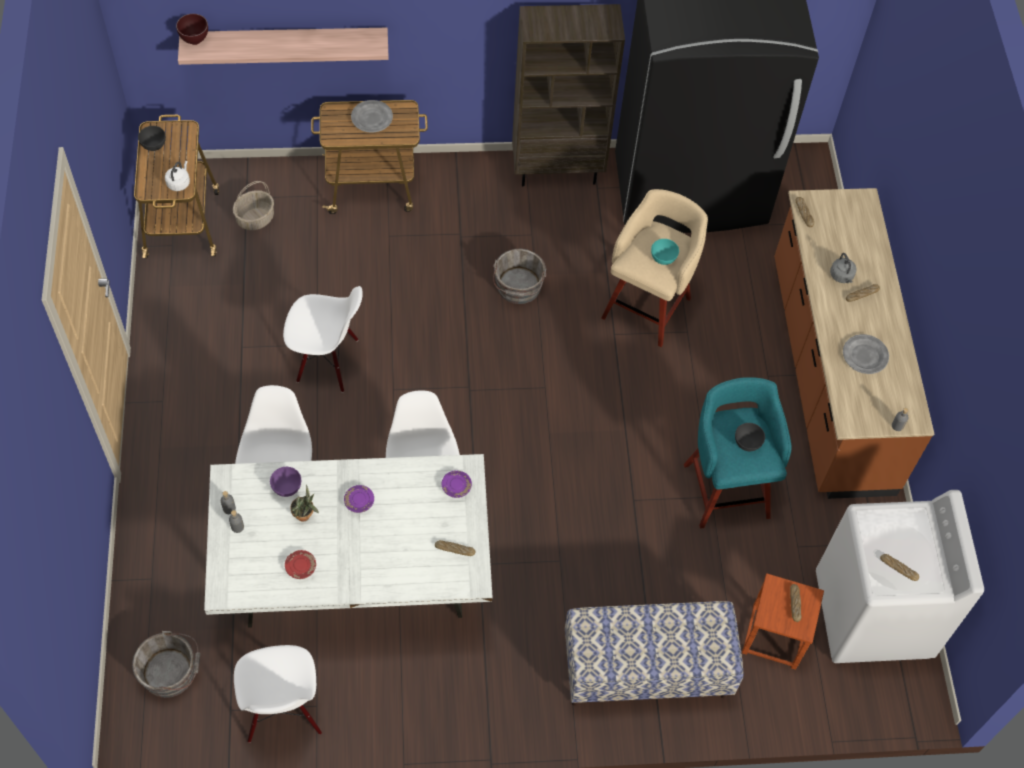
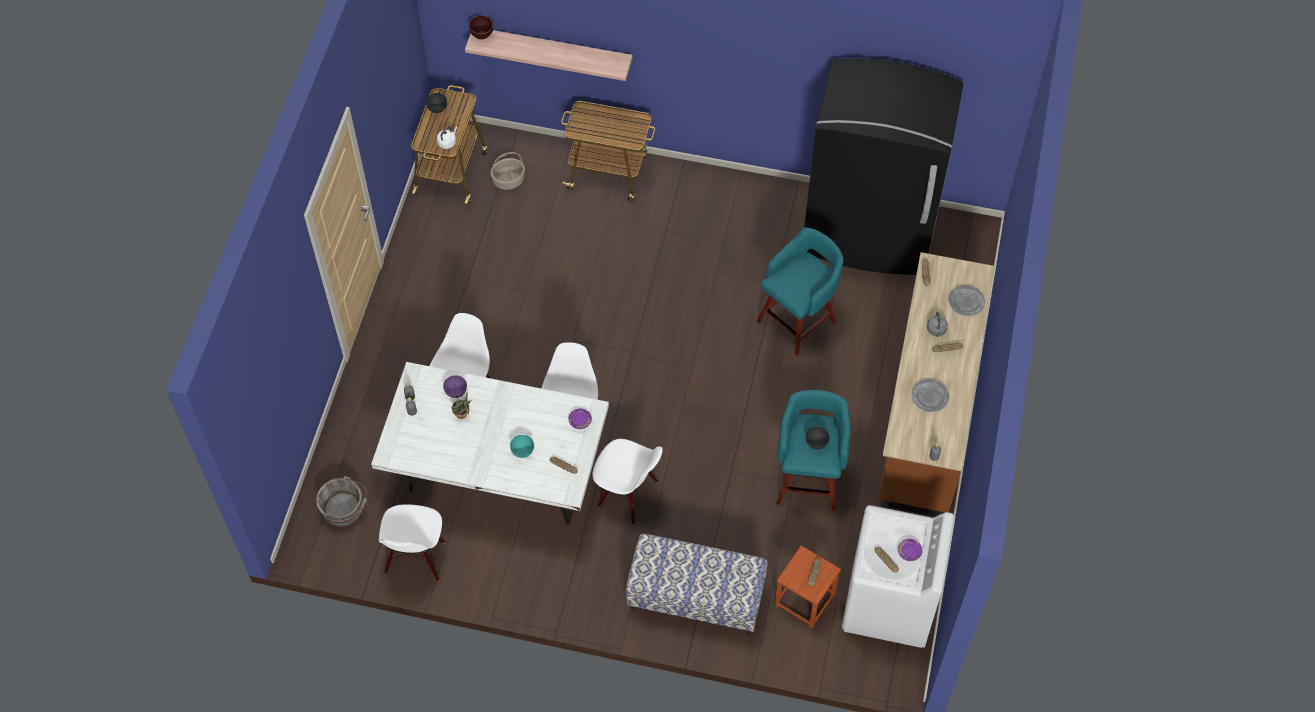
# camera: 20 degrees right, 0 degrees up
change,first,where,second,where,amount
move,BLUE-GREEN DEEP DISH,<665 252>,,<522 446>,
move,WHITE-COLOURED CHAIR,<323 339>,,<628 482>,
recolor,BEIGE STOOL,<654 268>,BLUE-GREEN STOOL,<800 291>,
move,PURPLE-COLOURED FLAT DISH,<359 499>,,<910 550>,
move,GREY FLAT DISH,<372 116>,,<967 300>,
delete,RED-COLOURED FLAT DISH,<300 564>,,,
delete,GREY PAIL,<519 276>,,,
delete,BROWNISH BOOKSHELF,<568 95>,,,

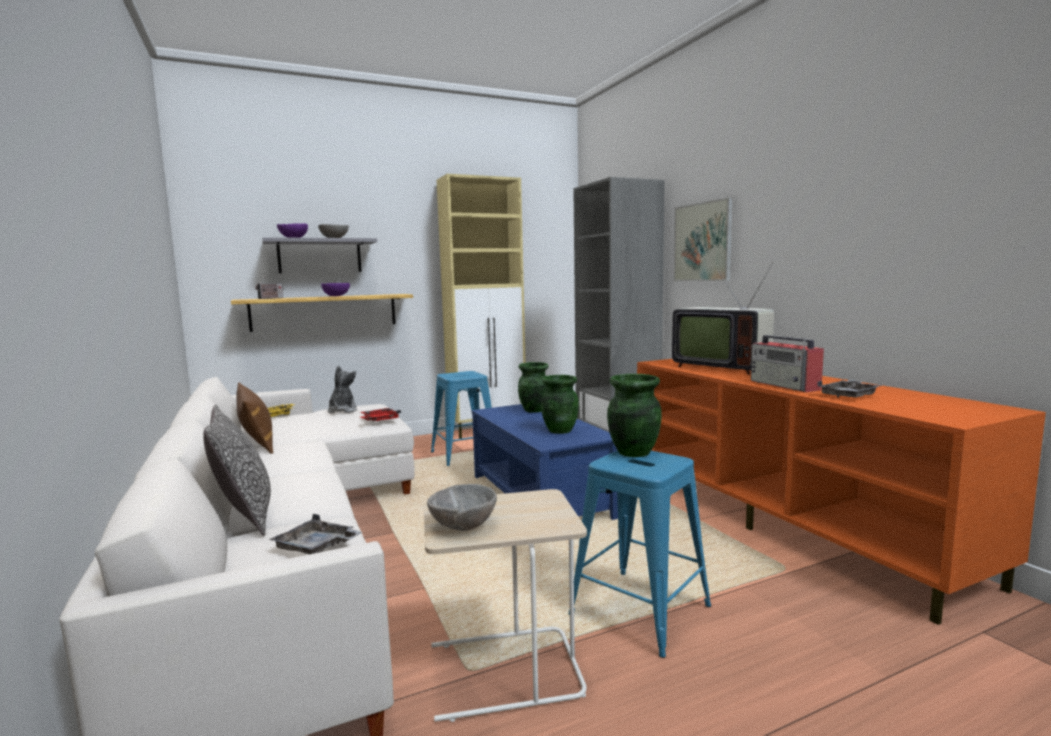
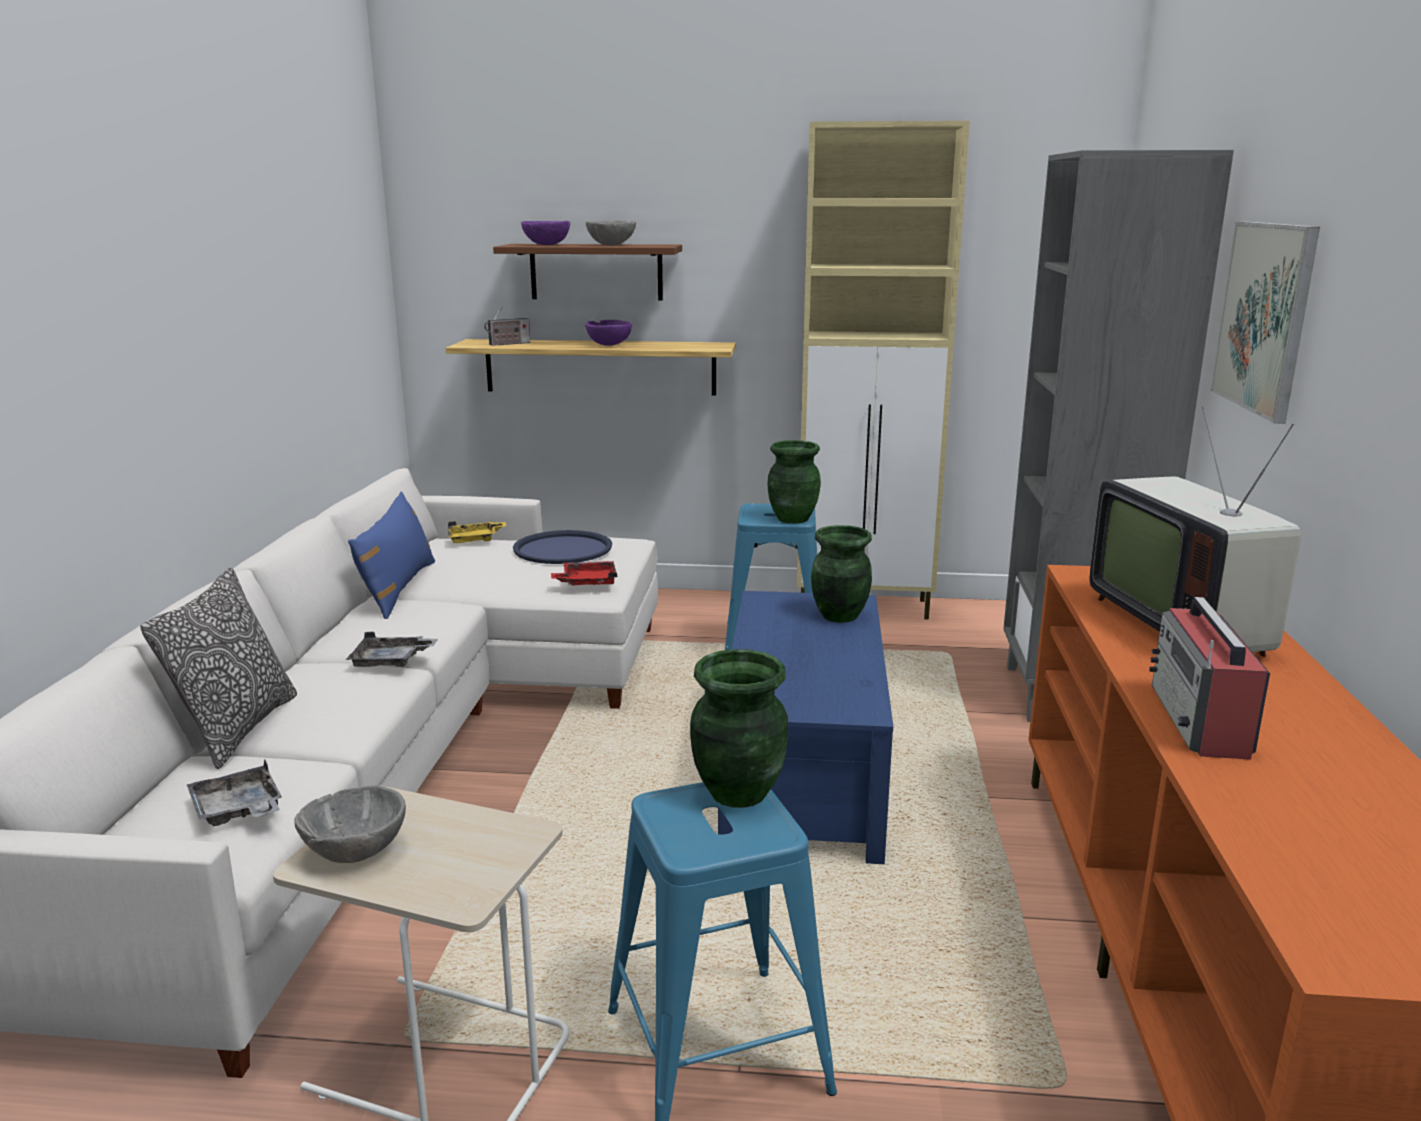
# camera: 30 degrees right, 10 degrees up
change,first,where,second,where,amount
move,GREY CARRYING TRAY,<849 389>,,<392 649>,
recolor,BROWNISH THROW PILLOW,<254 418>,BLUISH THROW PILLOW,<391 555>,
recolor,GREY SHELF,<320 255>,BROWNISH SHELF,<587 272>,
replace,CUDDLY TOY,<342 389>,BLUISH CARRYING TRAY,<562 547>,
move,GREENISH DECORATIVE VASE,<560 404>,,<794 482>,

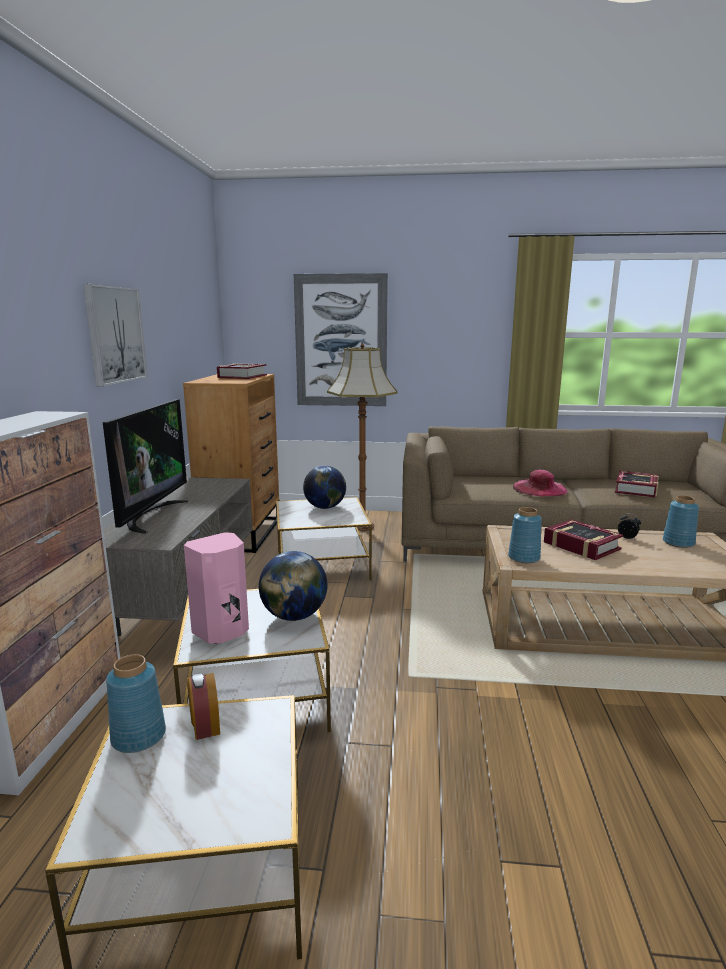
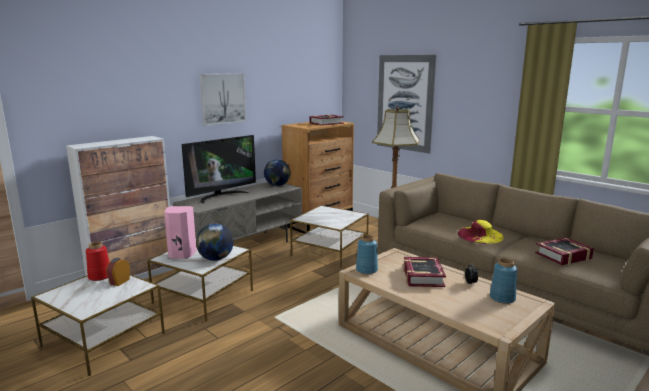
# camera: 40 degrees right, 0 degrees up
change,first,where,second,where,amount
recolor,BLUISH DECORATIVE VASE,<136 703>,RED-COLOURED DECORATIVE VASE,<97 261>,
move,GLOBE,<324 487>,,<277 172>,
recolor,PINK CLOTHING HAT,<540 483>,YELLOW CLOTHING HAT,<481 232>,

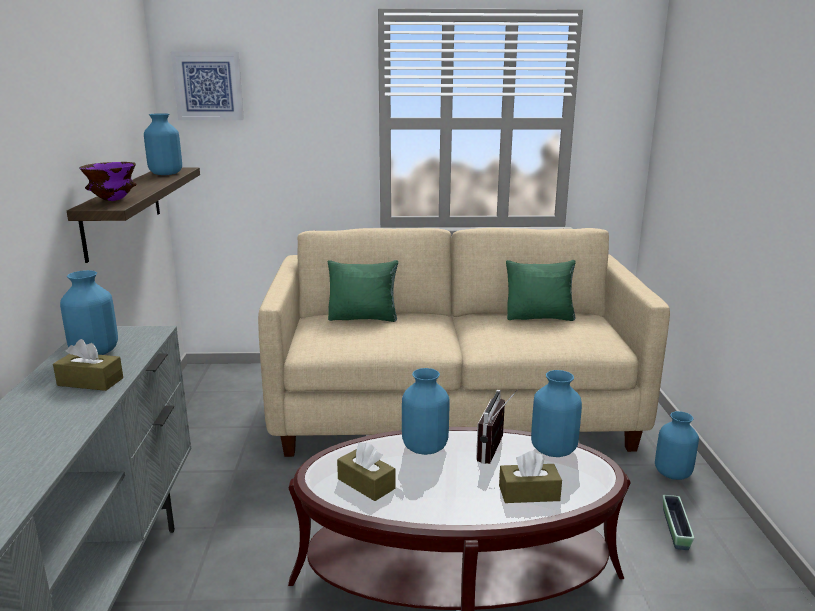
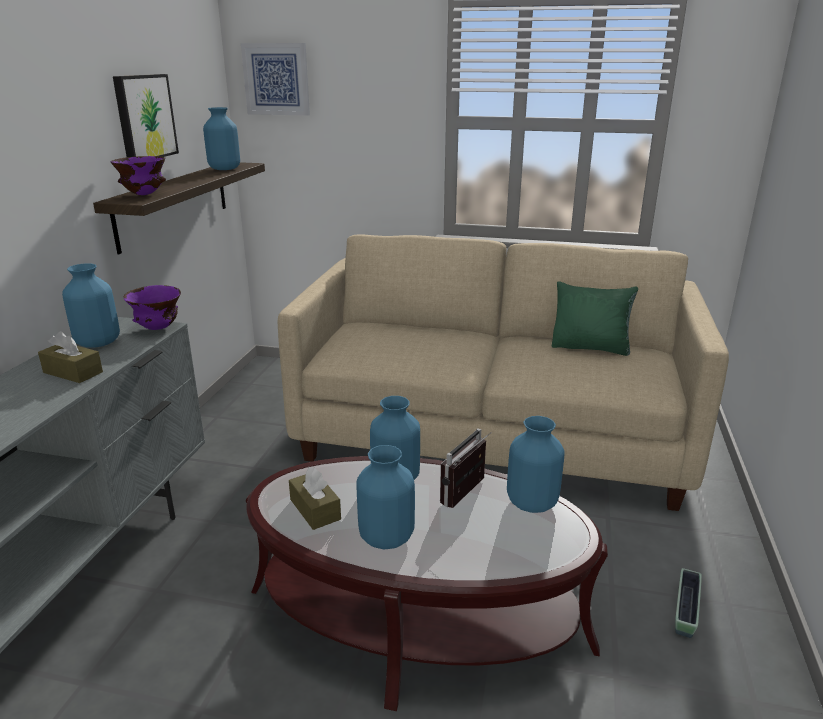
# camera: 15 degrees right, 5 degrees up
change,first,where,second,where,amount
insert,,,PICTURE,<146 115>,
insert,,,PURPLE-COLOURED DEEP DISH,<152 307>,
move,BLUISH DECORATIVE VASE,<677 445>,,<385 497>,
delete,GREENISH THROW PILLOW,<363 291>,,,
delete,BROWNISH BOX OF TISSUES,<530 477>,,,

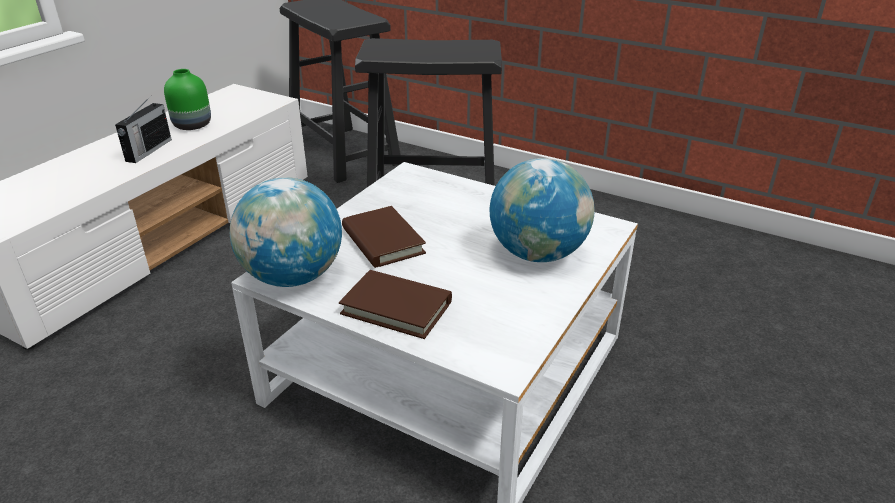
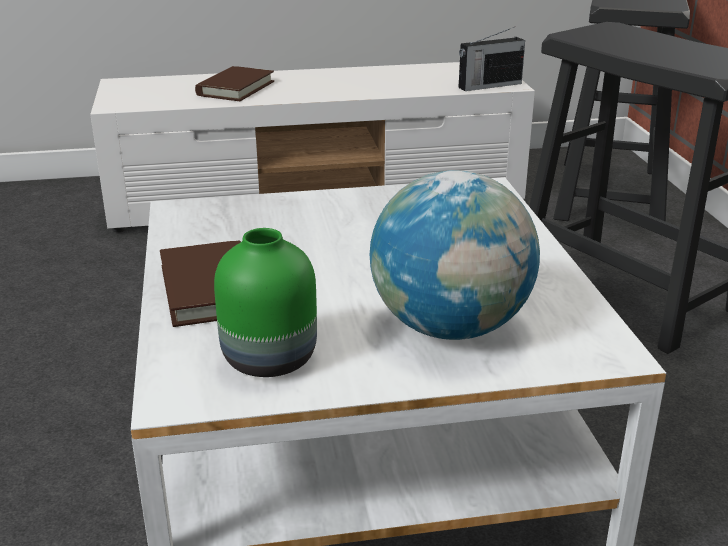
# camera: 50 degrees right, 5 degrees down
change,first,where,second,where,amount
move,BROWNISH VOLUME,<384 237>,,<234 83>,
move,GREENISH DECORATIVE VASE,<187 99>,,<265 302>,
move,RADIO RECEIVER,<143 129>,,<491 59>,
delete,GLOBE,<286 232>,,,

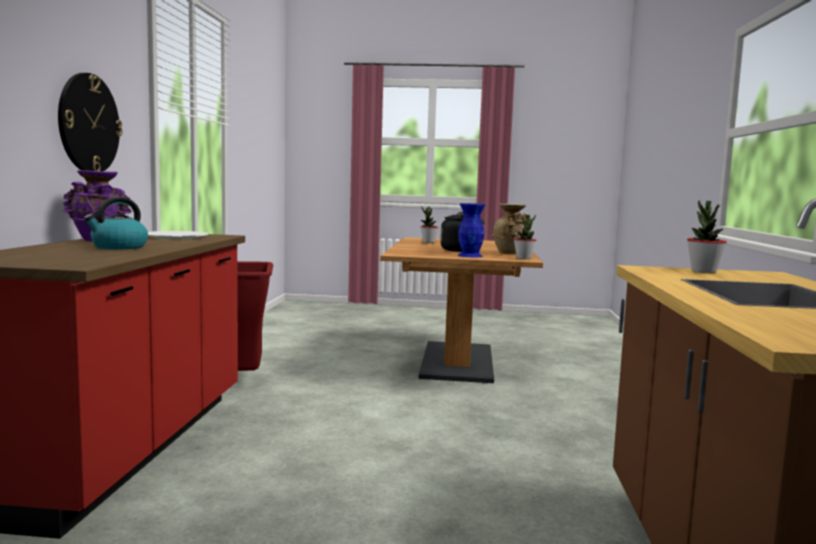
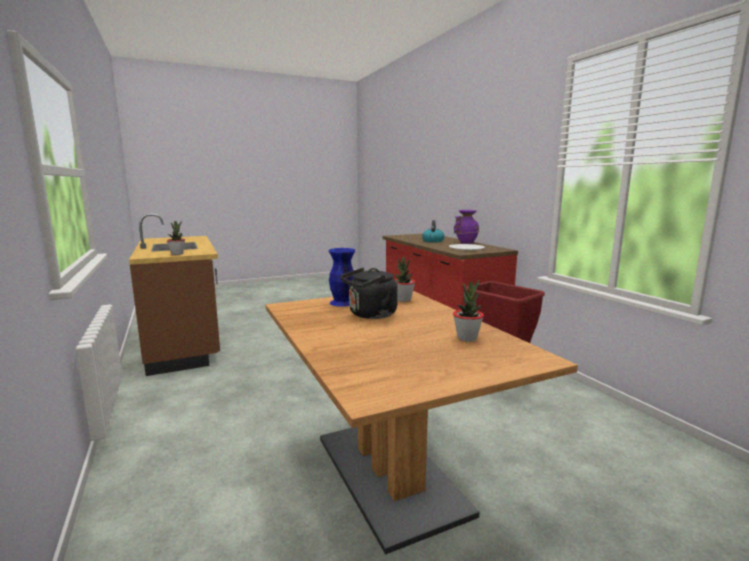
# camera: 150 degrees right, 5 degrees up
change,first,where,second,where,amount
move,PLANT IN A POT,<525 237>,,<405 279>,
delete,WALL CLOCK,<90 122>,,,
delete,BEIGE DECORATIVE VASE,<511 229>,,,

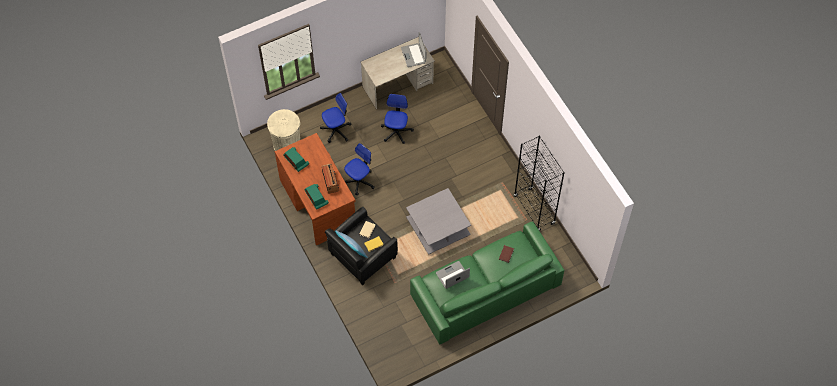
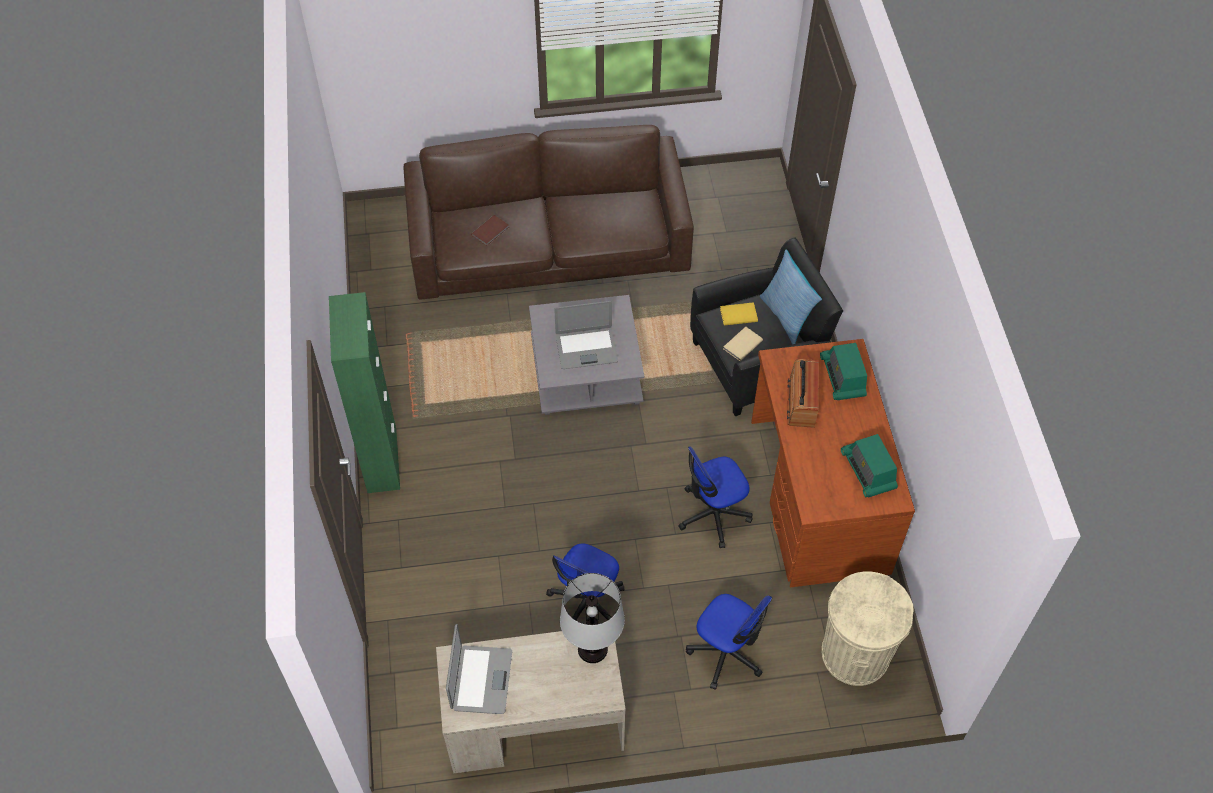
# camera: 160 degrees left, 5 degrees down
change,first,where,second,where,amount
insert,,,GREENISH STORAGE CABINET,<364 392>,
recolor,GREENISH SOFA,<487 282>,BROWNISH SOFA,<548 212>,
move,LAPTOP,<453 275>,,<586 335>,
insert,,,TABLE LAMP,<592 618>,
rotate,COMPUTER CHAIR,<335 118>,,<729 642>,135 degrees counterclockwise
delete,BLACK BOOKSHELF,<539 183>,,,

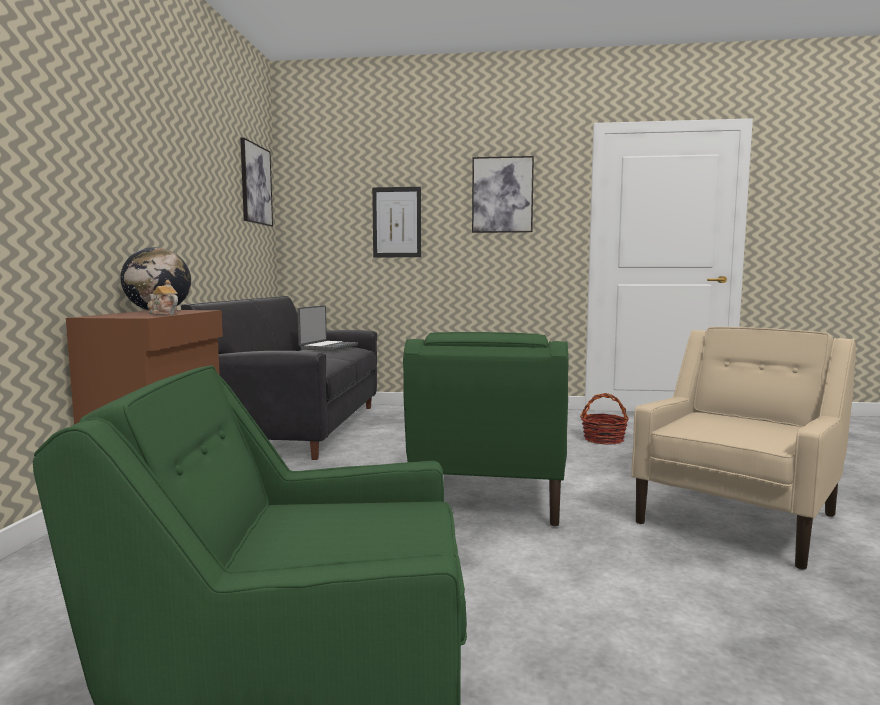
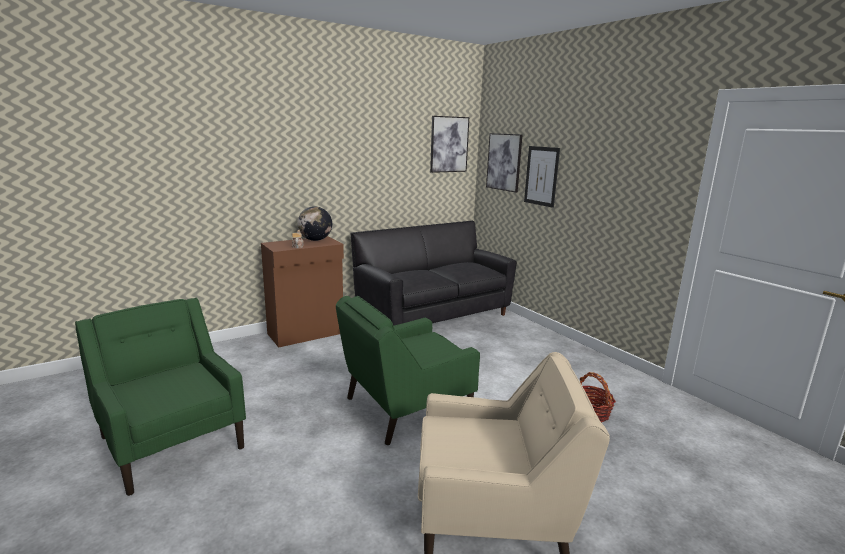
# camera: 50 degrees right, 10 degrees up
change,first,where,second,where,amount
move,PICTURE,<503 194>,,<504 162>,
delete,LAPTOP,<328 328>,,,

